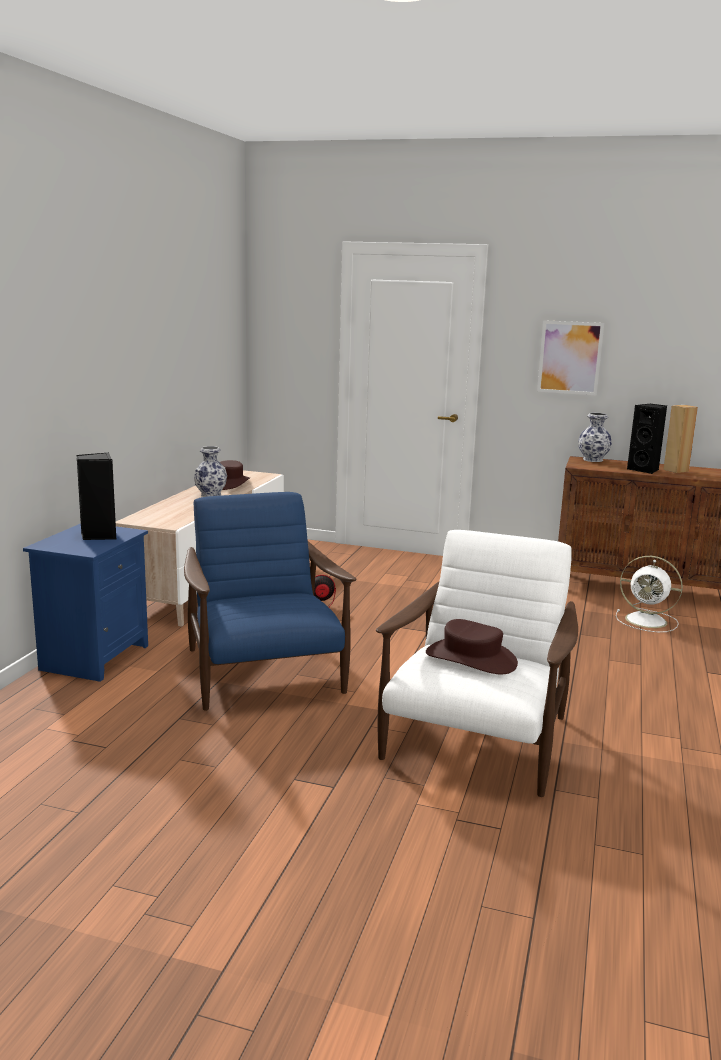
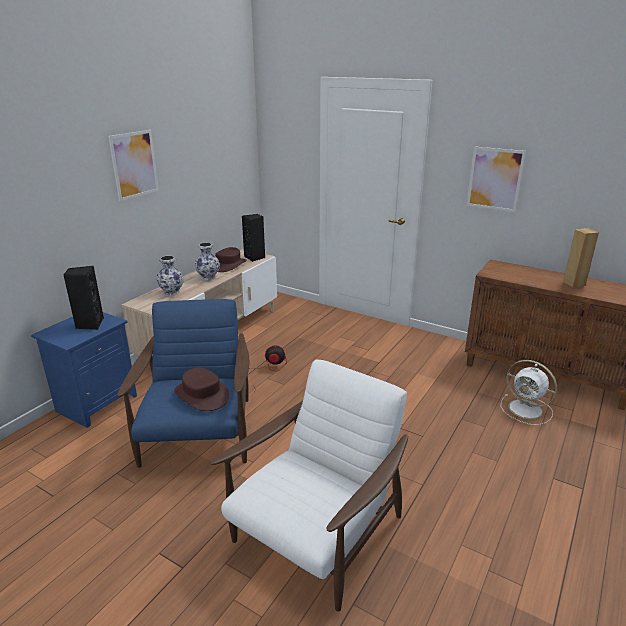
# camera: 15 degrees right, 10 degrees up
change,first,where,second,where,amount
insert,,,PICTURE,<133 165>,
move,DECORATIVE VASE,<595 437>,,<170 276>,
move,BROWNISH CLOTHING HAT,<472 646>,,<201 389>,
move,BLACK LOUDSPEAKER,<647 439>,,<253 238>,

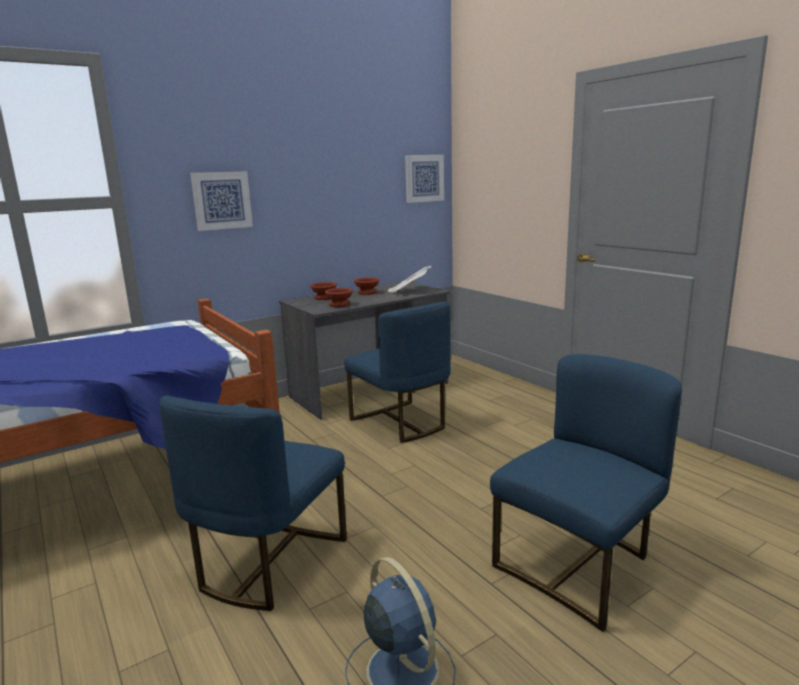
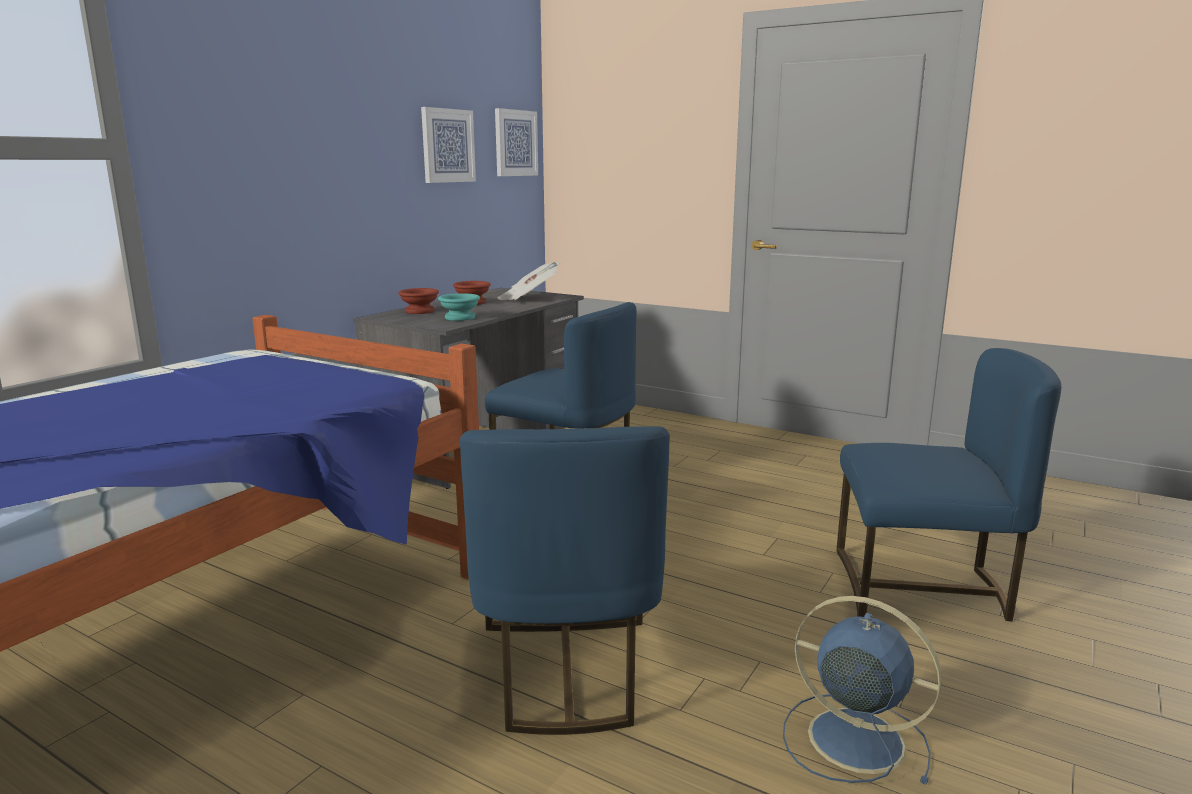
# camera: 25 degrees left, 0 degrees up
change,first,where,second,where,amount
move,PICTURE,<221 201>,,<448 145>,
recolor,BROWNISH DEEP DISH,<339 297>,BLUE-GREEN DEEP DISH,<459 307>,
rotate,BLUISH CHAIR,<586 493>,,<949 484>,75 degrees clockwise

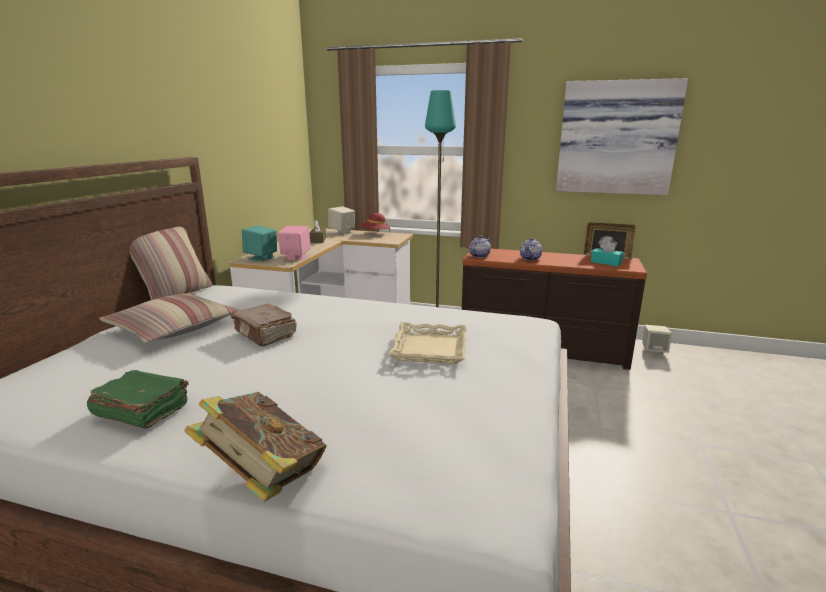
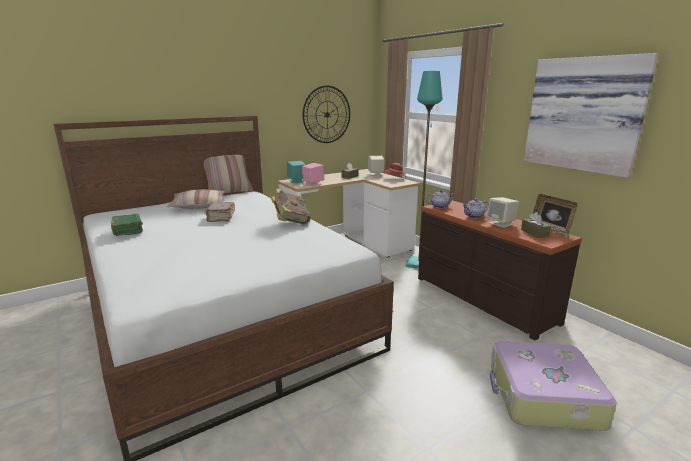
# camera: 40 degrees right, 0 degrees up
change,first,where,second,where,amount
move,VOLUME,<255 447>,,<290 206>,
insert,,,WALL CLOCK,<326 114>,
move,BEIGE LOUDSPEAKER,<657 341>,,<503 212>,
insert,,,PIECE OF LUGGAGE,<553 386>,
recolor,BLUE-GREEN BOX OF TISSUES,<607 253>,BROWNISH BOX OF TISSUES,<536 225>,
delete,BEIGE CARRYING TRAY,<427 343>,,,

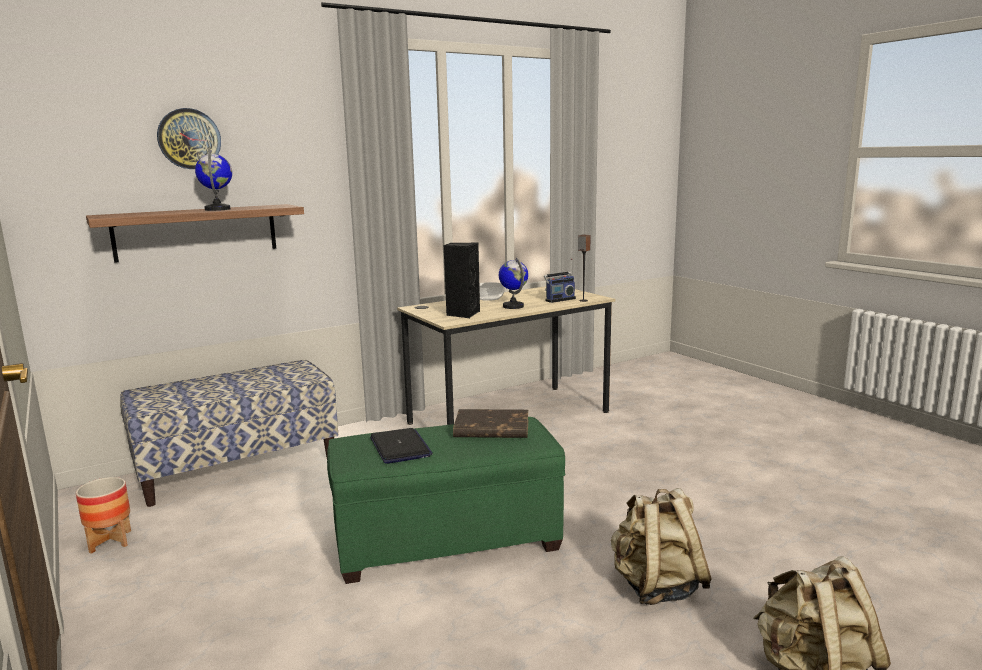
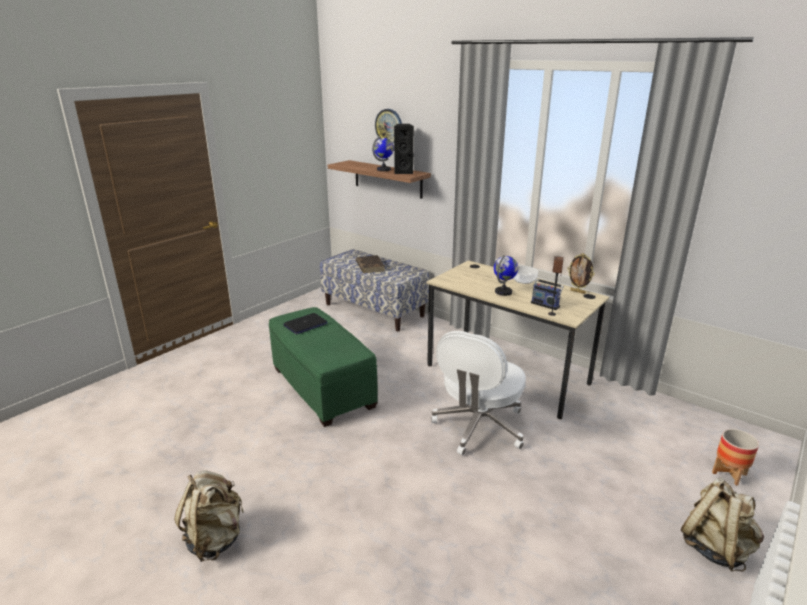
# camera: 70 degrees right, 10 degrees up
change,first,where,second,where,amount
move,BROWNISH VOLUME,<490 423>,,<370 264>,
move,BLACK LOUDSPEAKER,<462 280>,,<404 149>,
insert,,,WHITE-COLOURED COMPUTER CHAIR,<478 393>,
insert,,,PHOTO FRAME,<580 273>,
move,BEIGE KNAPSACK,<661 546>,,<722 525>,
move,FLOWER POT,<103 515>,,<735 457>,

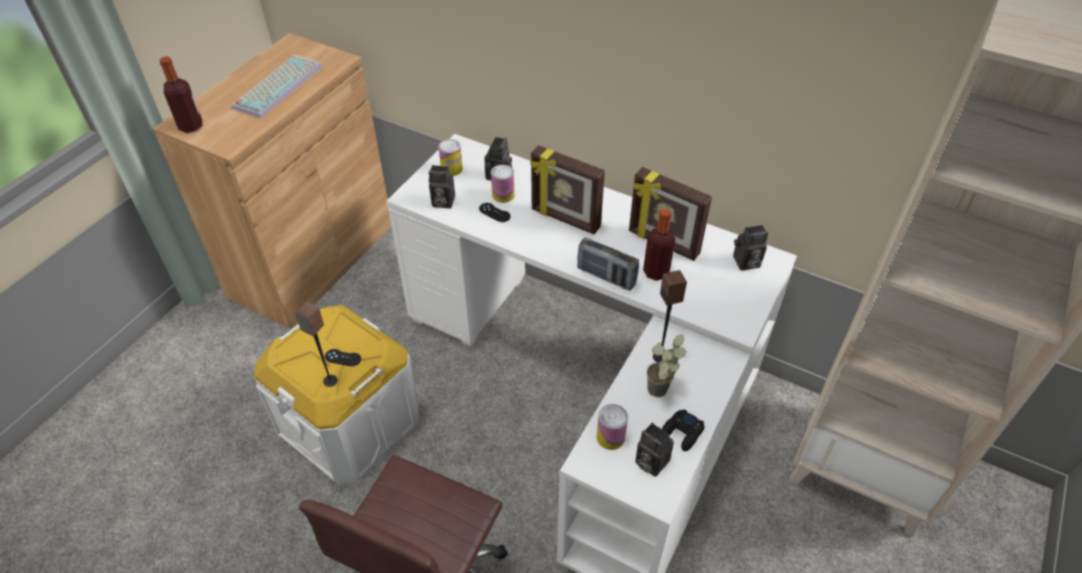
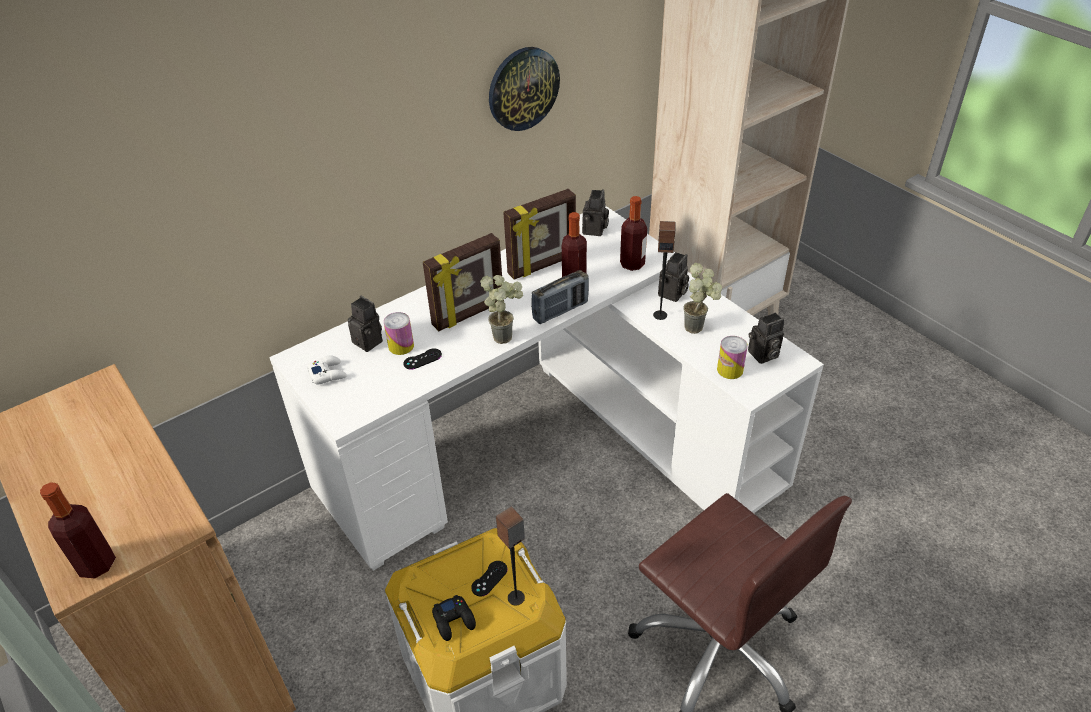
# camera: 65 degrees left, 5 degrees down
change,first,where,second,where,amount
replace,SEALED CAN,<450 157>,WHITE-COLOURED GAME CONTROLLER,<327 370>,
move,BLACK GAME CONTROLLER,<683 430>,,<454 618>,
insert,,,PLANT IN A POT,<501 309>,
insert,,,WALL CLOCK,<524 89>,
insert,,,DRINK BOTTLE,<633 233>,
move,PHOTO CAMERA,<442 187>,,<673 277>,
delete,COMPUTER KEYBOARD,<277 86>,,,

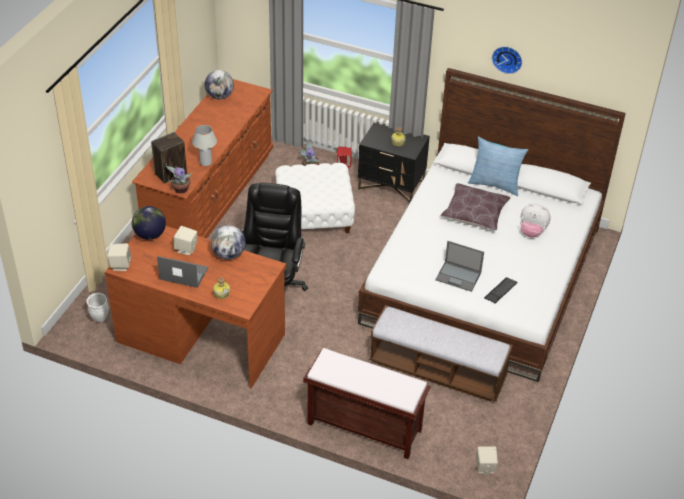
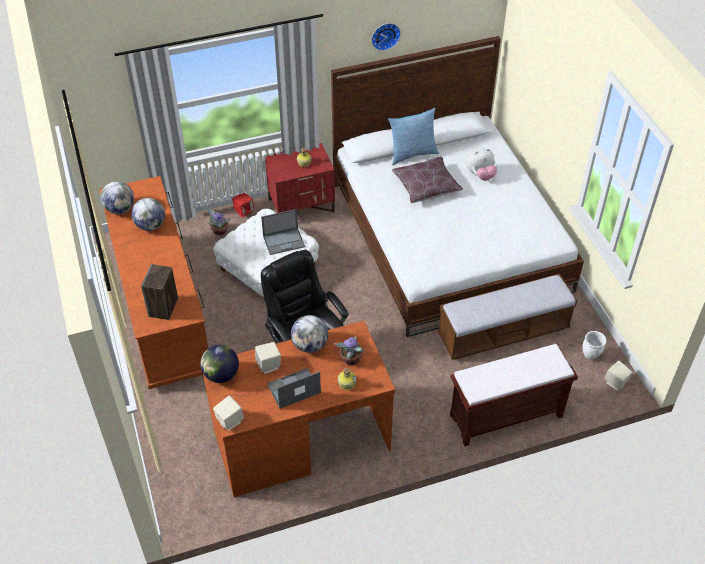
# camera: 40 degrees left, 5 degrees up
change,first,where,second,where,amount
insert,,,GLOBE,<148 214>,
move,LAPTOP,<459 266>,,<283 232>,
recolor,BLACK BEDSIDE TABLE,<394 162>,RED-COLOURED BEDSIDE TABLE,<300 178>,
move,PLANT IN A POT,<178 178>,,<350 350>,
move,WHITE-COLOURED FLOWER POT,<97 307>,,<594 345>,
delete,WHITE-COLOURED TABLE LAMP,<204 145>,,,
delete,COMPUTER KEYBOARD,<501 290>,,,

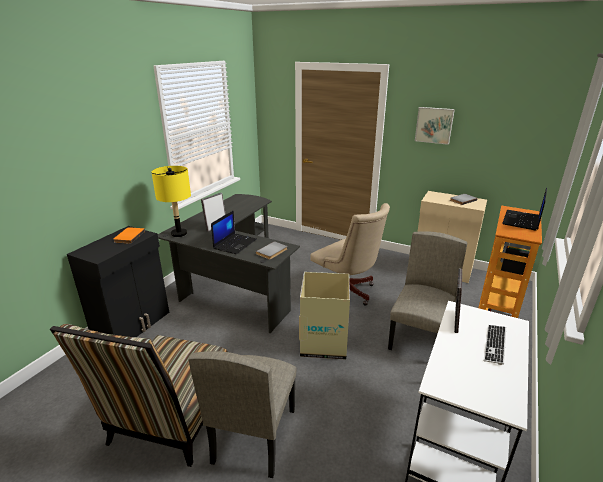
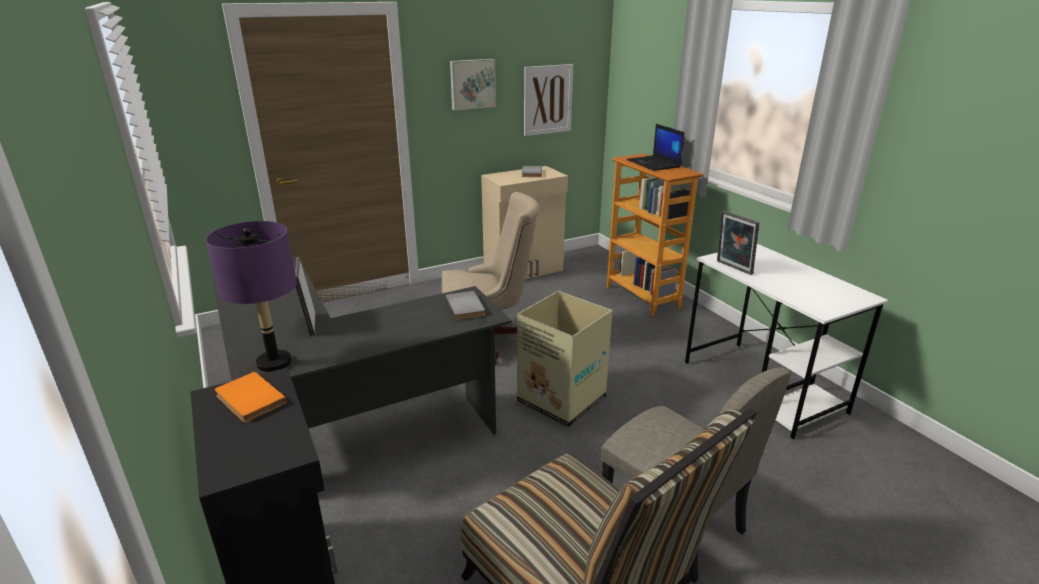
# camera: 55 degrees left, 0 degrees up
change,first,where,second,where,amount
recolor,YELLOW TABLE LAMP,<171 201>,PURPLE-COLOURED TABLE LAMP,<251 296>,
insert,,,PICTURE,<548 100>,
delete,LAPTOP,<234 232>,,,
delete,BEIGE CHAIR,<427 290>,,,
delete,COMPUTER KEYBOARD,<495 345>,,,

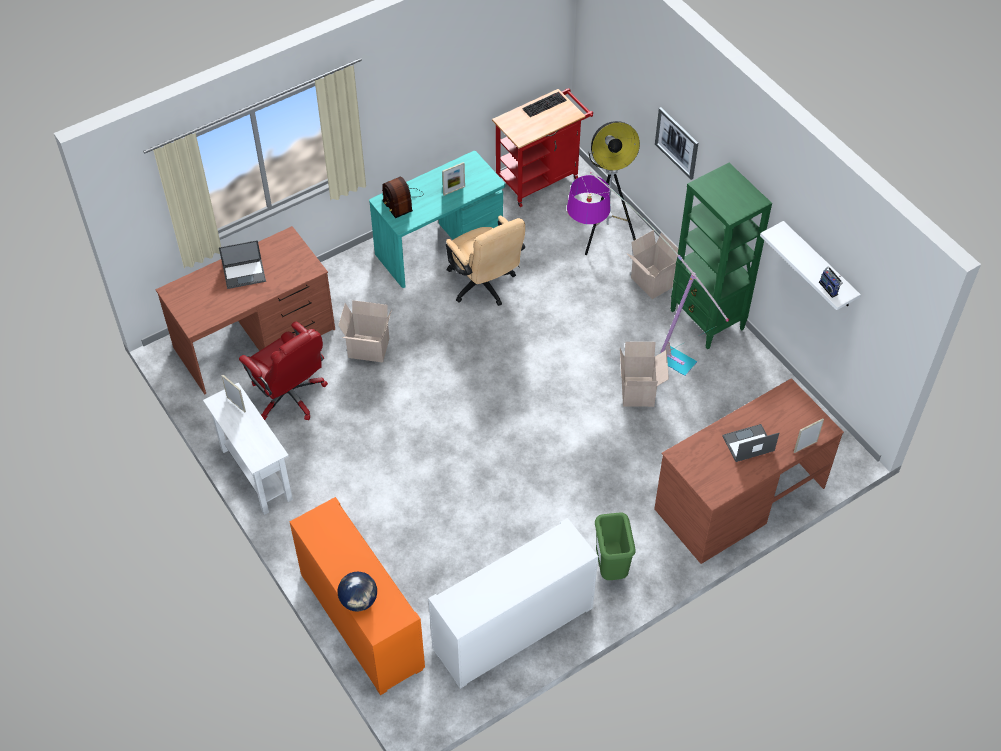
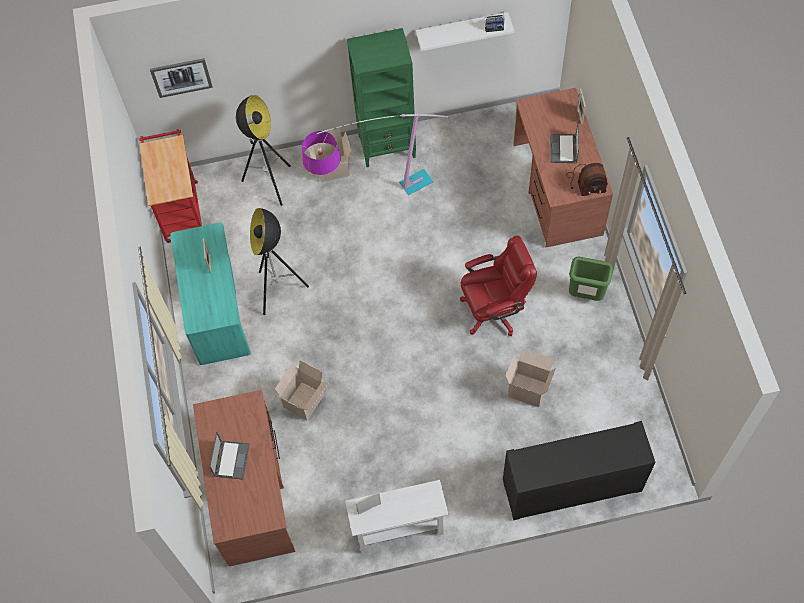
# camera: 65 degrees left, 10 degrees up
change,first,where,second,where,amount
move,PICTURE,<676 143>,,<181 78>,
replace,BEIGE COMPUTER CHAIR,<485 261>,FLOOR LAMP,<279 261>,
move,RED-COLOURED COMPUTER CHAIR,<283 371>,,<498 286>,
recolor,ORANGE STORAGE CABINET,<357 596>,BLACK STORAGE CABINET,<579 470>,
move,PACKING BOX,<644 374>,,<530 377>,
move,RADIO RECEIVER,<403 197>,,<587 179>,
delete,GLOBE,<357 592>,,,
delete,WHITE-COLOURED STORAGE CABINET,<513 603>,,,
delete,COMPUTER KEYBOARD,<544 104>,,,

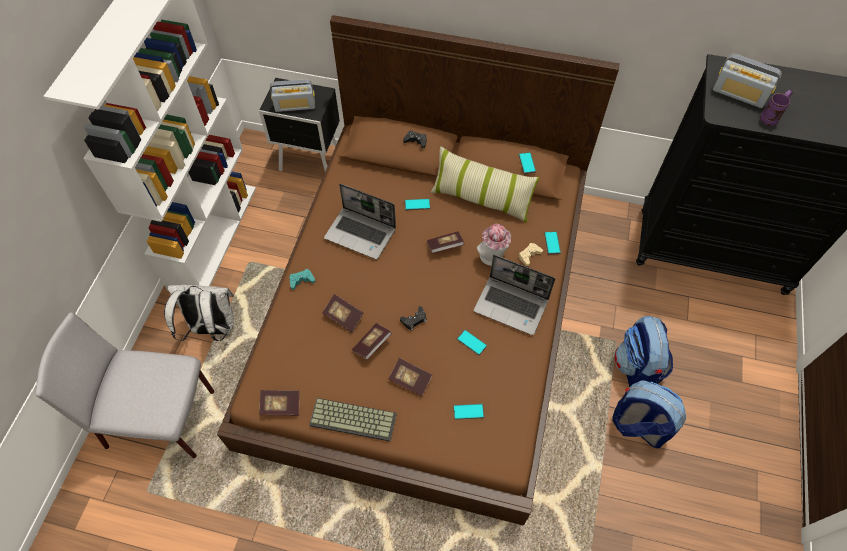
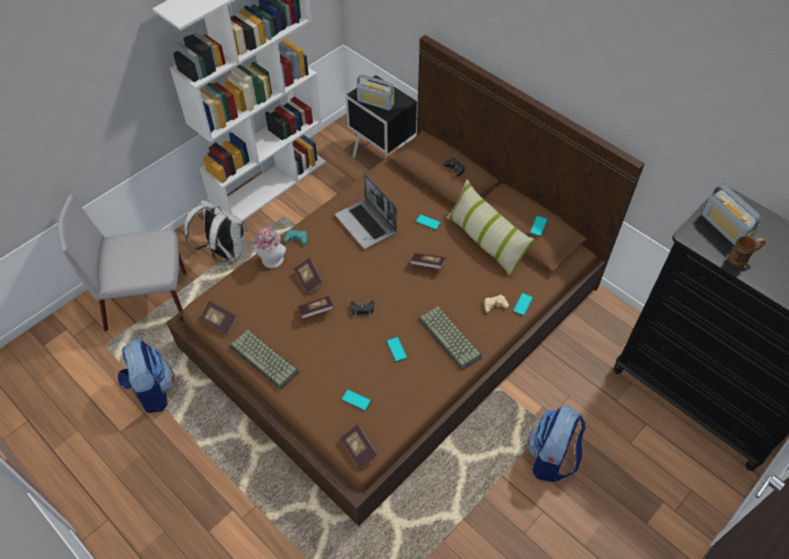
# camera: 30 degrees right, 5 degrees down
change,first,where,second,where,amount
rotate,GREY CHAIR,<124 385>,,<122 262>,45 degrees counterclockwise
move,KNAPSACK,<649 414>,,<146 376>,
move,CLOTHING HAT,<494 245>,,<270 247>,
move,VOLUME,<410 377>,,<359 446>,
replace,LAPTOP,<514 295>,COMPUTER KEYBOARD,<450 338>,
recolor,PURPLE-COLOURED COFFEE MUG,<776 108>,BROWNISH COFFEE MUG,<747 251>,

